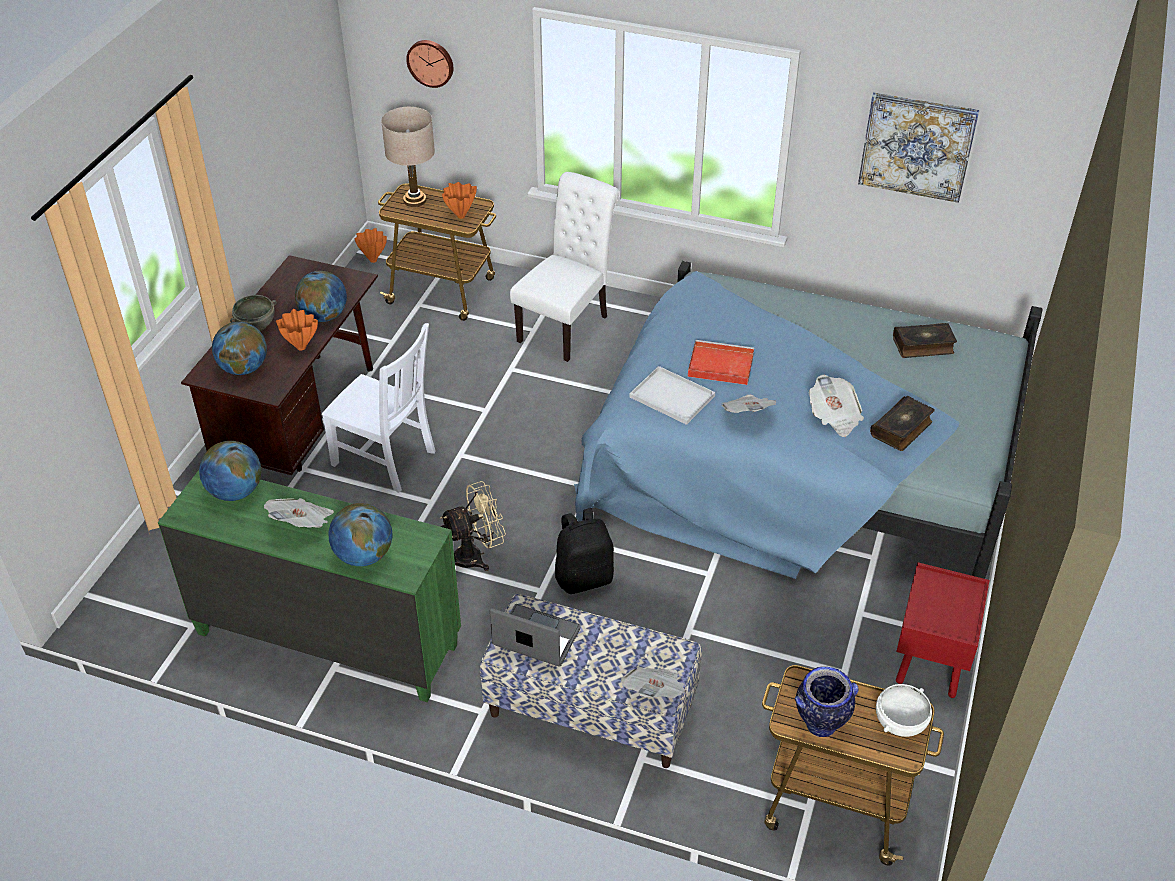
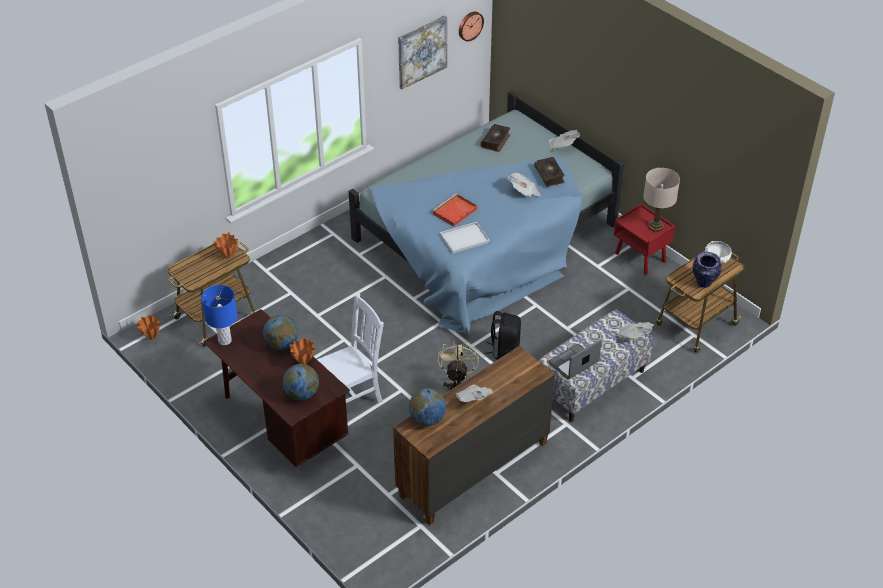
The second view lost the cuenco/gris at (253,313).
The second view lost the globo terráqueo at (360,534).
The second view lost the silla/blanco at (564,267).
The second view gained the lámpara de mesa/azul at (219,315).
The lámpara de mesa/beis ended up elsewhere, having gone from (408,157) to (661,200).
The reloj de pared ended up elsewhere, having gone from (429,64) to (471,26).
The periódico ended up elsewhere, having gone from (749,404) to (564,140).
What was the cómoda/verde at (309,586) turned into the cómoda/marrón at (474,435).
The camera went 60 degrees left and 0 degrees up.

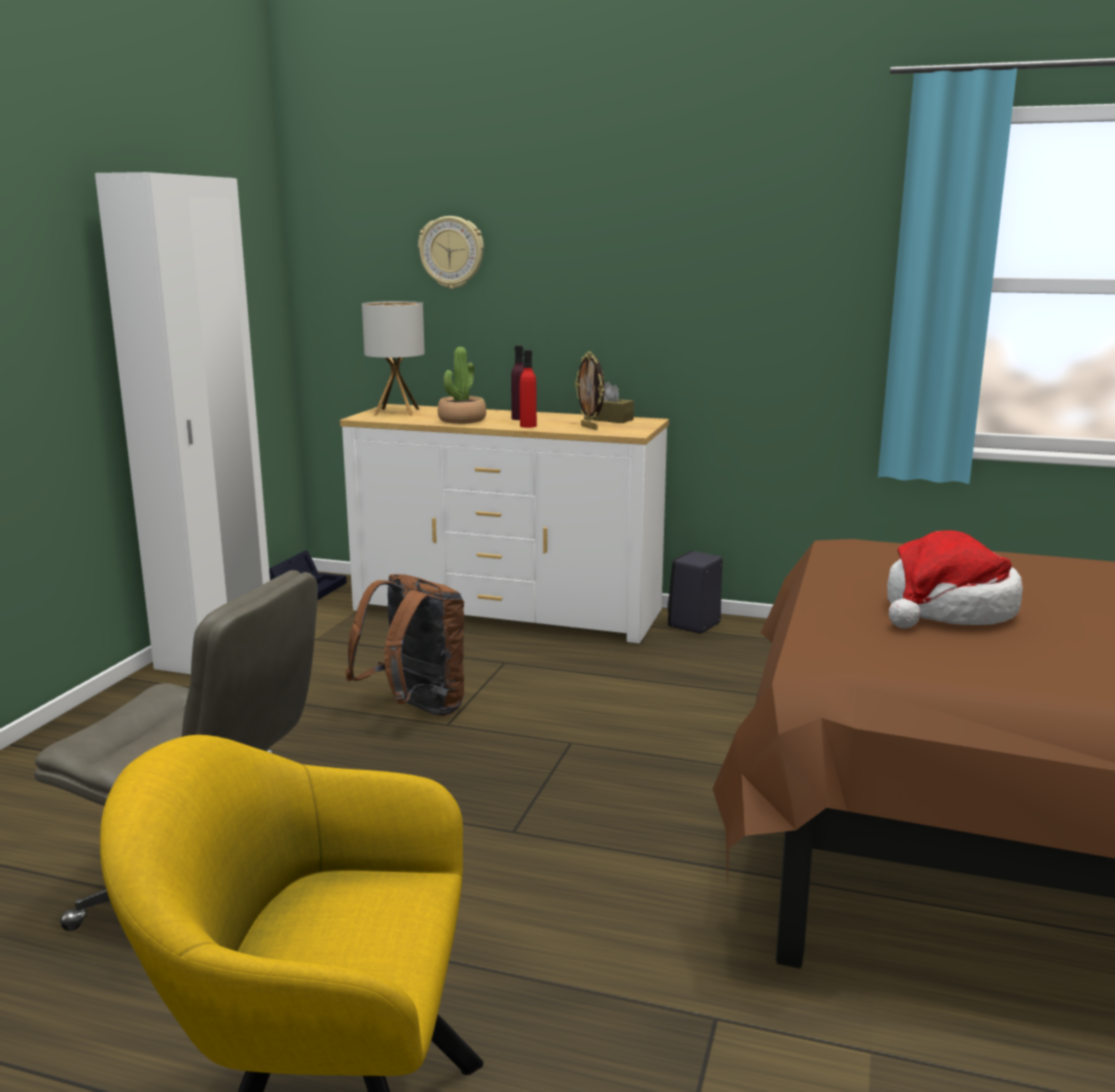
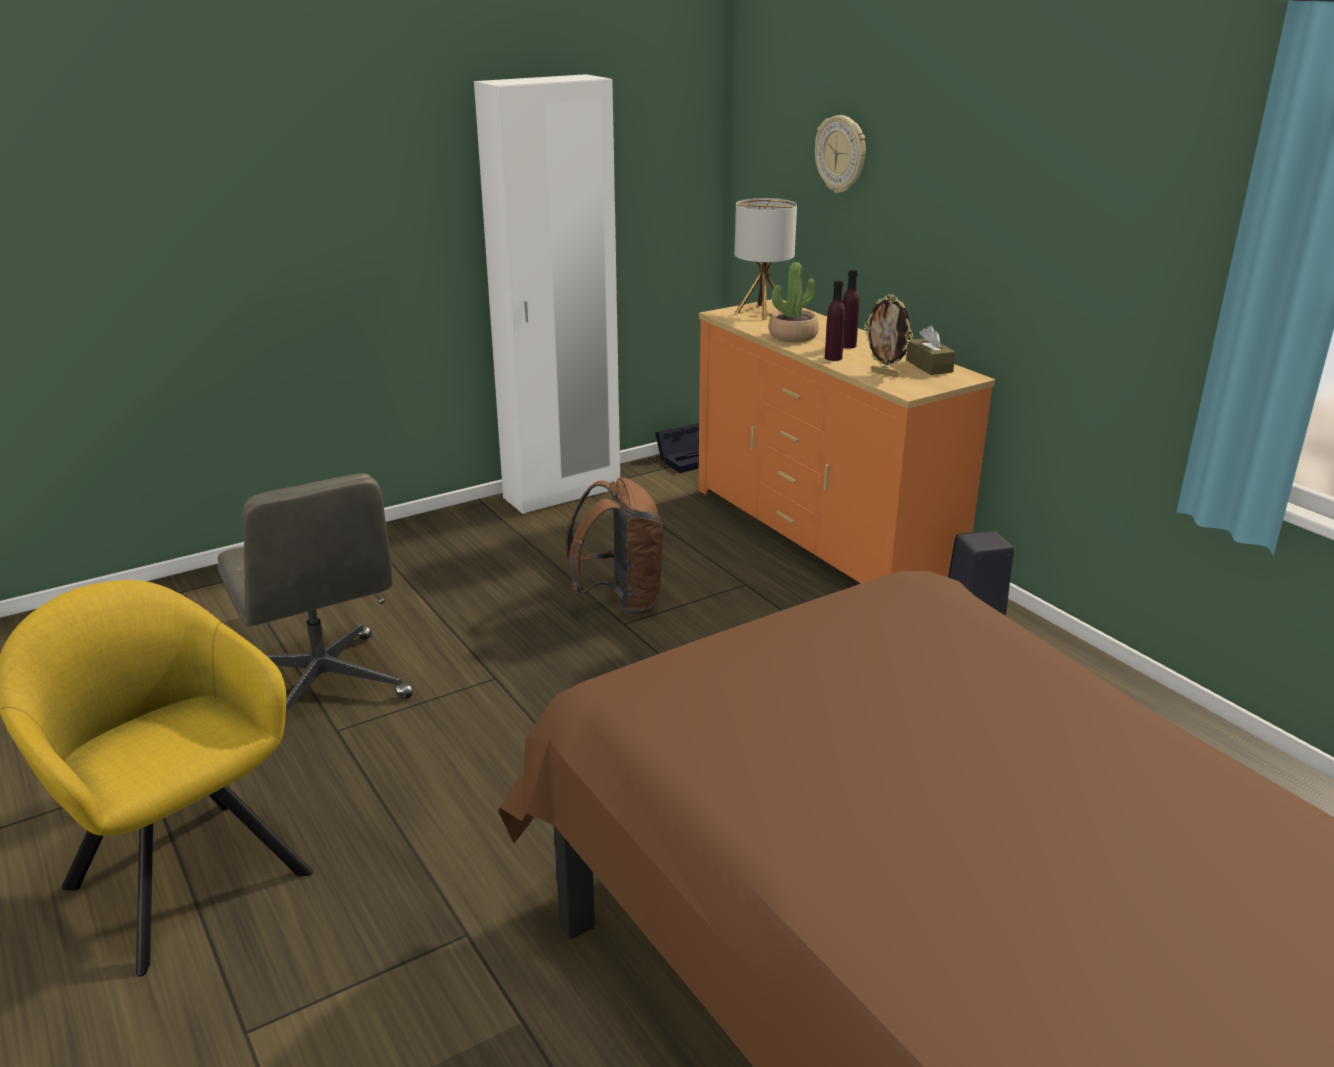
The second view lost the sombrero at (955,579).
What was the cómoda/blanco at (504,524) turned into the cómoda/naranja at (846,441).
What was the botella/rojo at (528,389) turned into the botella/morado at (835,320).
The portarretratos at (590,391) ended up facing another way, 60 degrees counterclockwise from before.
The camera went 40 degrees right and 10 degrees up.

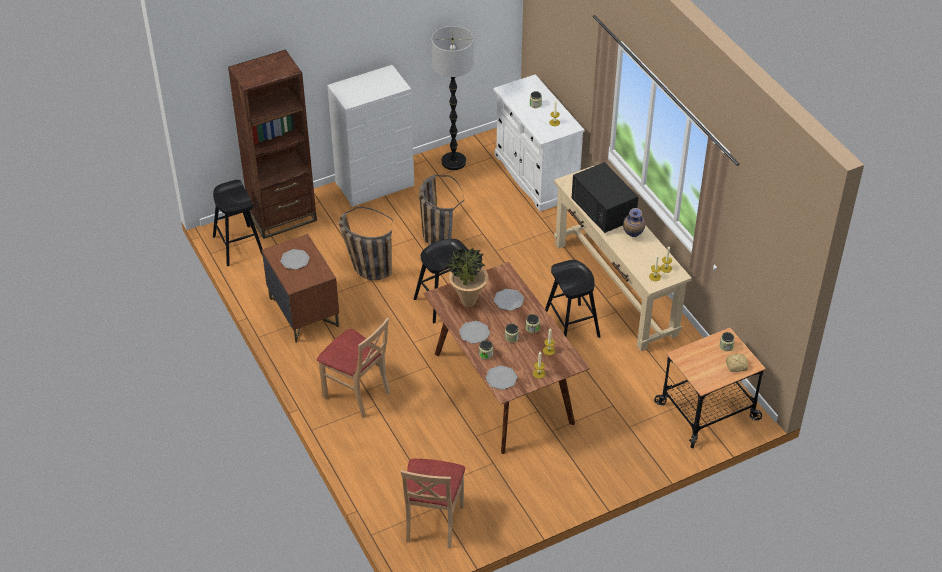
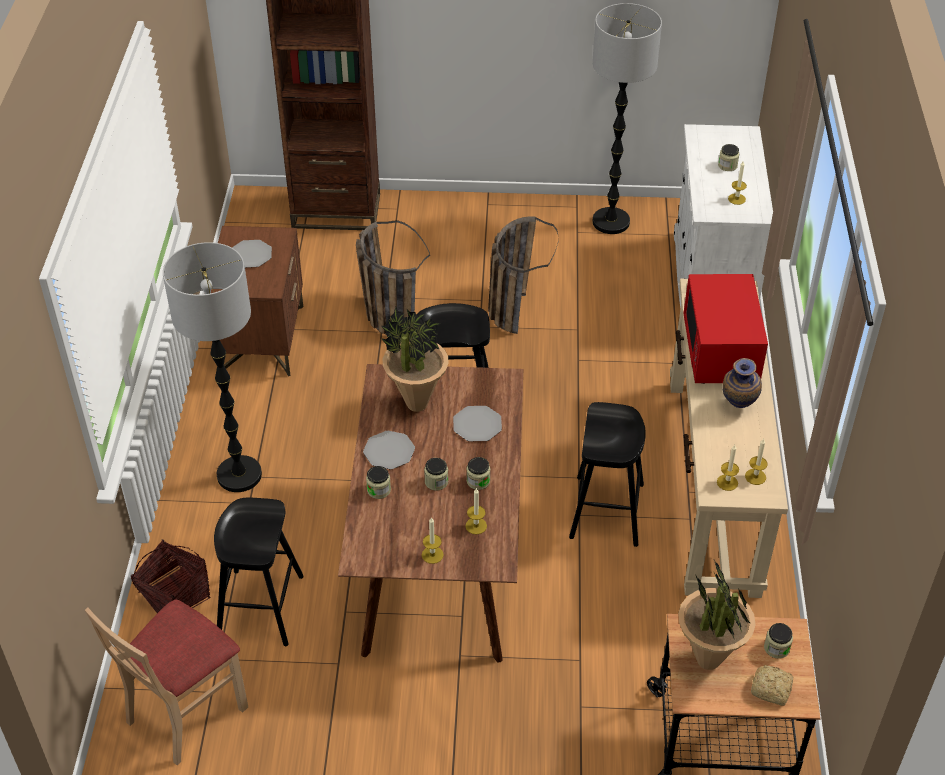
The second view lost the cómoda/blanco at (370,136).
The second view lost the plato at (501,377).
The second view gained the cesta at (170,576).
The second view gained the planta en maceta at (717,615).
The taburete/negro ended up elsewhere, having gone from (238,223) to (259,572).
Where the silla/beis stood at (353,367), the lámpara de pie came to stand at (212,367).
What was the microondas/negro at (605,197) turned into the microondas/rojo at (725,329).
The camera went 30 degrees right and 0 degrees up.

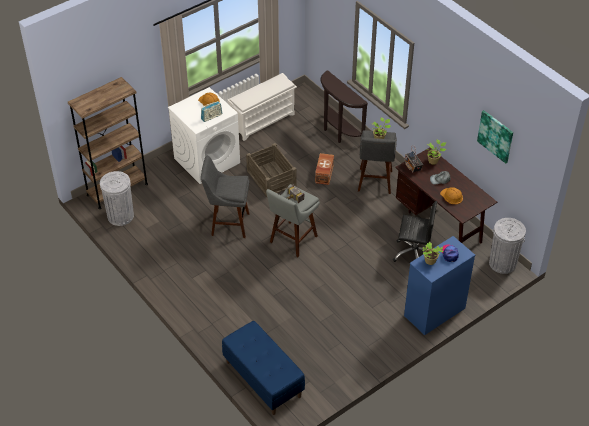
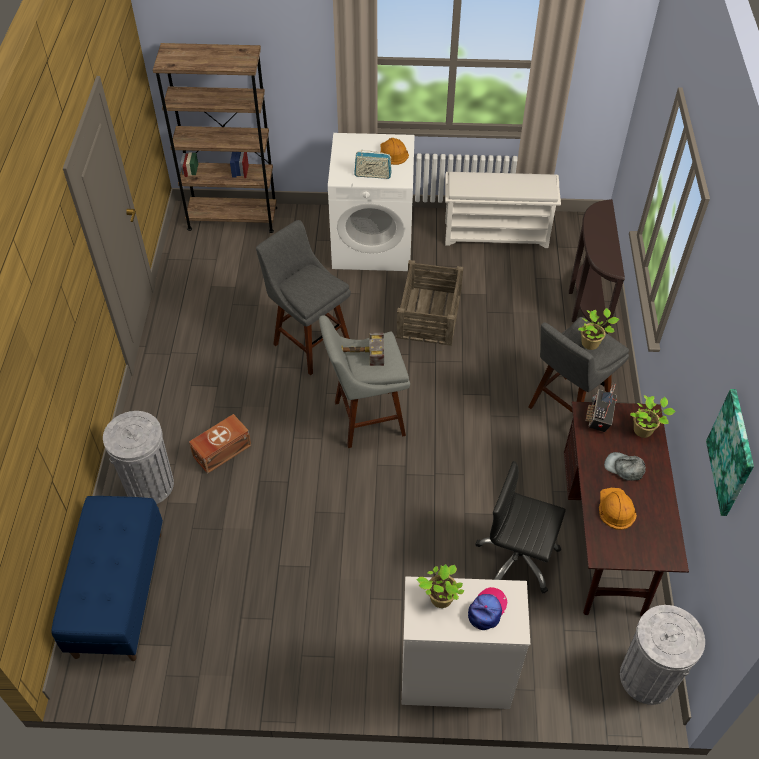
The papelera/gris ended up elsewhere, having gone from (117,198) to (138,457).
The caja de almacenaje/marrón ended up elsewhere, having gone from (324,169) to (220,444).
What was the cómoda/azul at (439,285) turned into the cómoda/blanco at (466,642).
The silla de oficina/negro at (415,231) ended up facing another way, 150 degrees clockwise from before.
The camera went 40 degrees right and 5 degrees up.

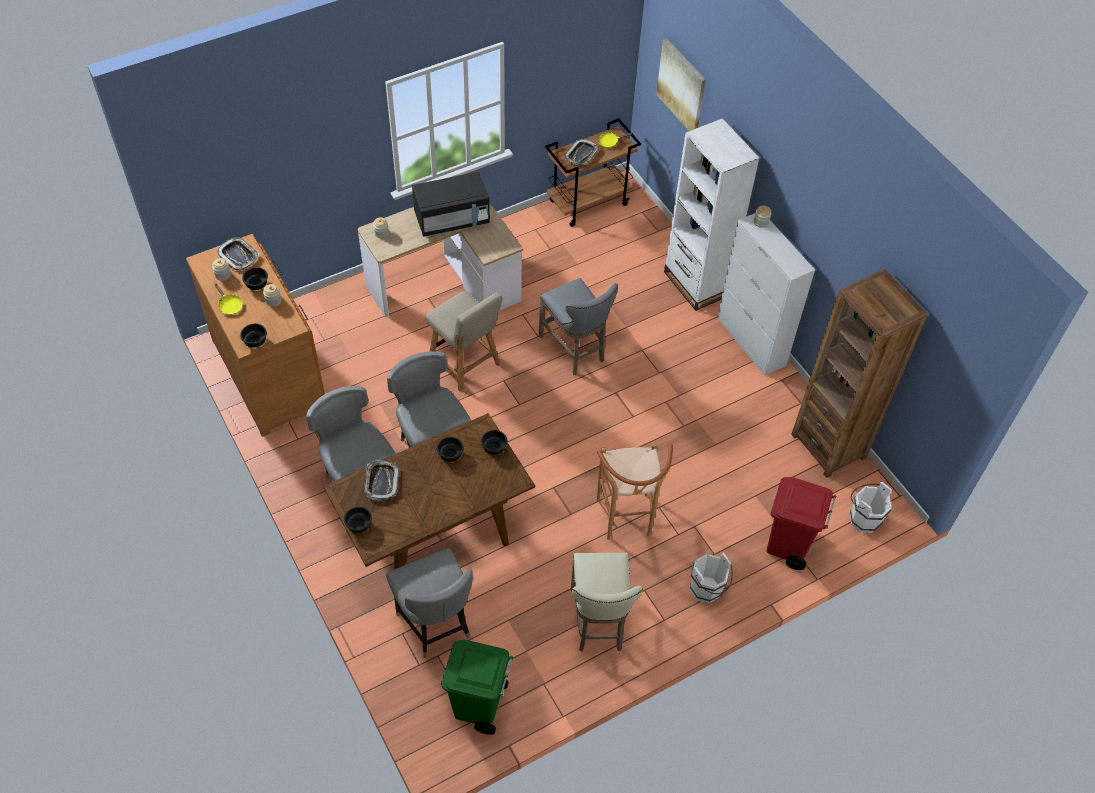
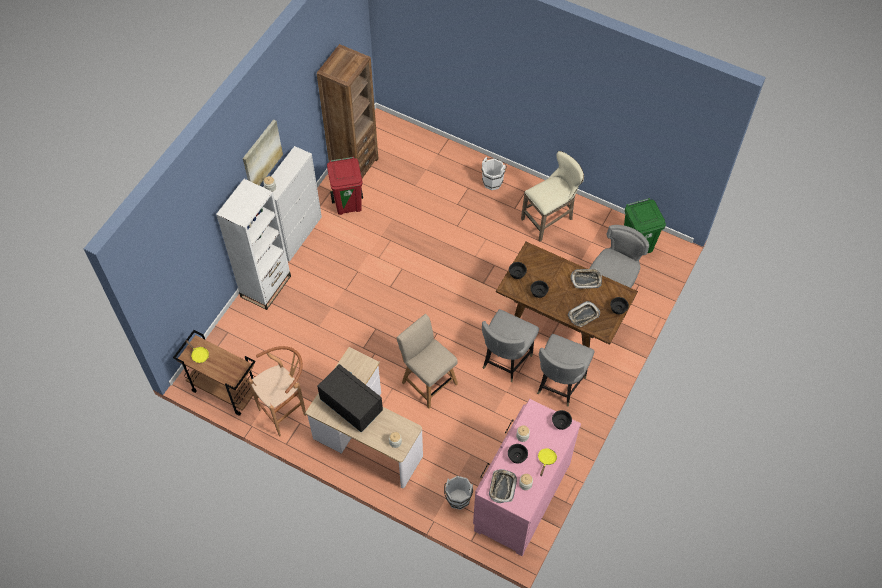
The second view lost the taburete/gris at (578,326).
The bandeja ended up elsewhere, having gone from (582,152) to (586,279).
The taburete/marrón ended up elsewhere, having gone from (635,491) to (277,391).
The cuadro ended up elsewhere, having gone from (681,84) to (263,152).
The papelera/rojo ended up elsewhere, having gone from (801,523) to (345,186).
The cubo/blanco ended up elsewhere, having gone from (871,507) to (458,493).
What was the cómoda/marrón at (255,335) turned into the cómoda/rosa at (527,477).
The silla/beis at (464,341) ended up facing another way, 60 degrees counterclockwise from before.
The camera went 120 degrees left and 5 degrees up.

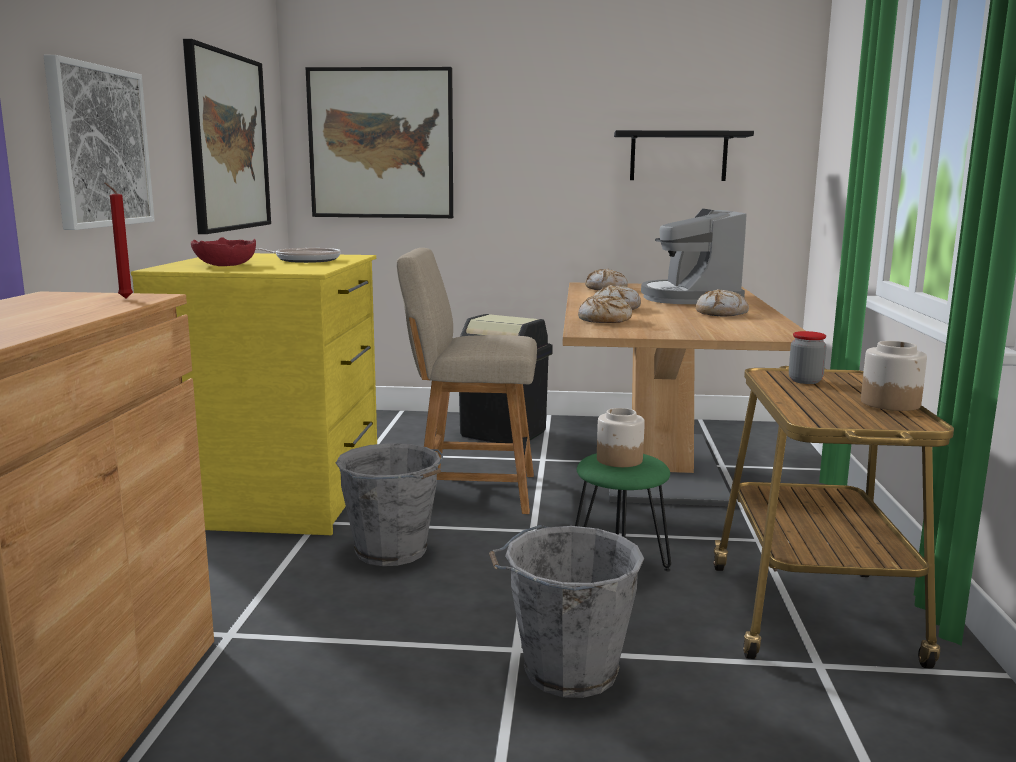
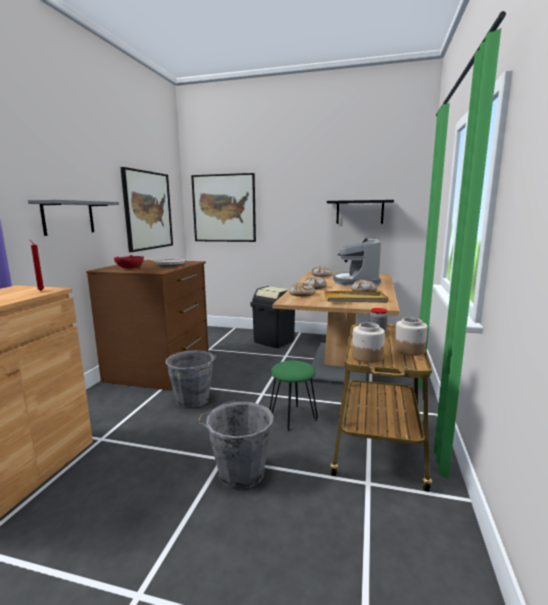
The second view lost the silla/beis at (467,381).
The second view gained the bandeja/beis at (356,297).
The tarro ended up elsewhere, having gone from (621,437) to (368,343).
Where the cuadro hung at (99,142), the estante/gris came to hang at (73,218).
What was the cómoda/amarillo at (254,394) turned into the cómoda/marrón at (147,325).
The camera went 10 degrees right and 0 degrees up.

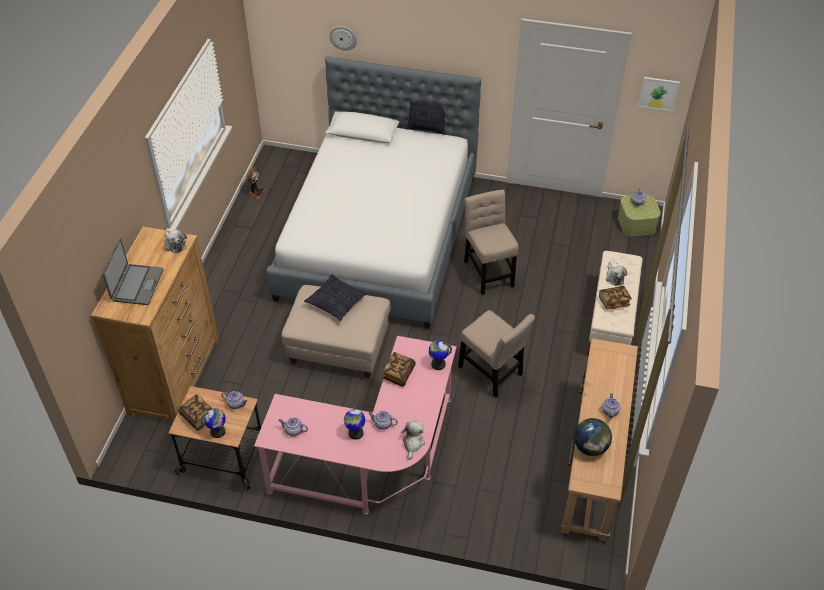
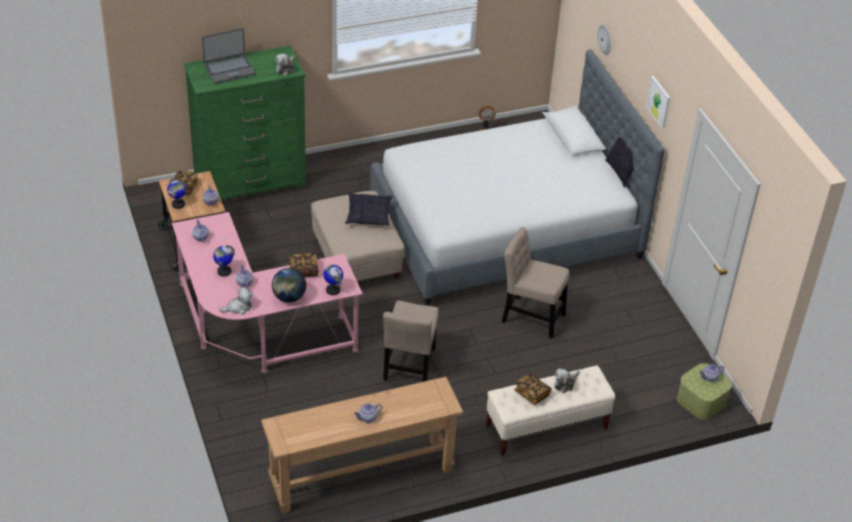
The globo terráqueo ended up elsewhere, having gone from (593,437) to (289,285).
The cuadro ended up elsewhere, having gone from (659,94) to (658,102).
What was the cómoda/marrón at (155,325) turned into the cómoda/verde at (245,123).
The silla/beis at (491,242) ended up facing another way, 105 degrees counterclockwise from before.
The camera went 55 degrees right and 5 degrees down.

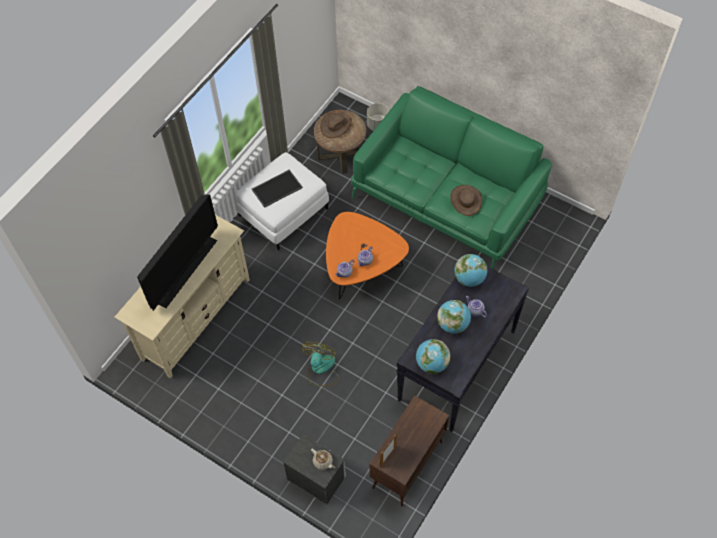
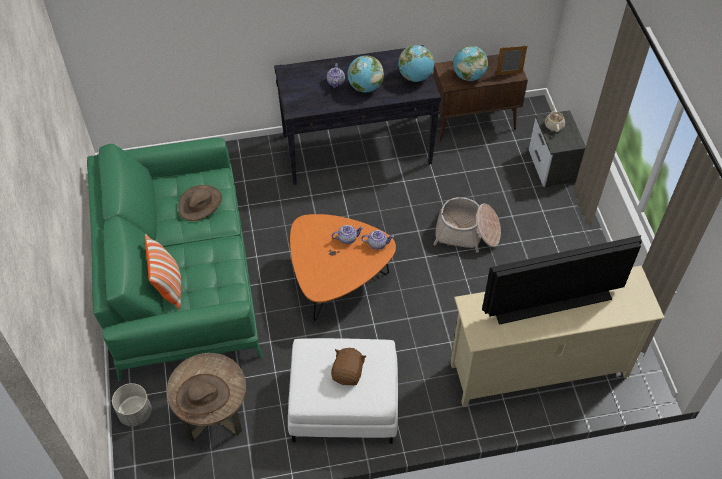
The second view gained the cojín at (163,271).
The globo terráqueo ended up elsewhere, having gone from (471,270) to (470,63).
Where the bandeja stood at (277,188), the peluche/marrón came to stand at (348,366).
Where the ventilador stood at (320,364), the cesta came to stand at (467,225).
The camera went 135 degrees left and 5 degrees down.

